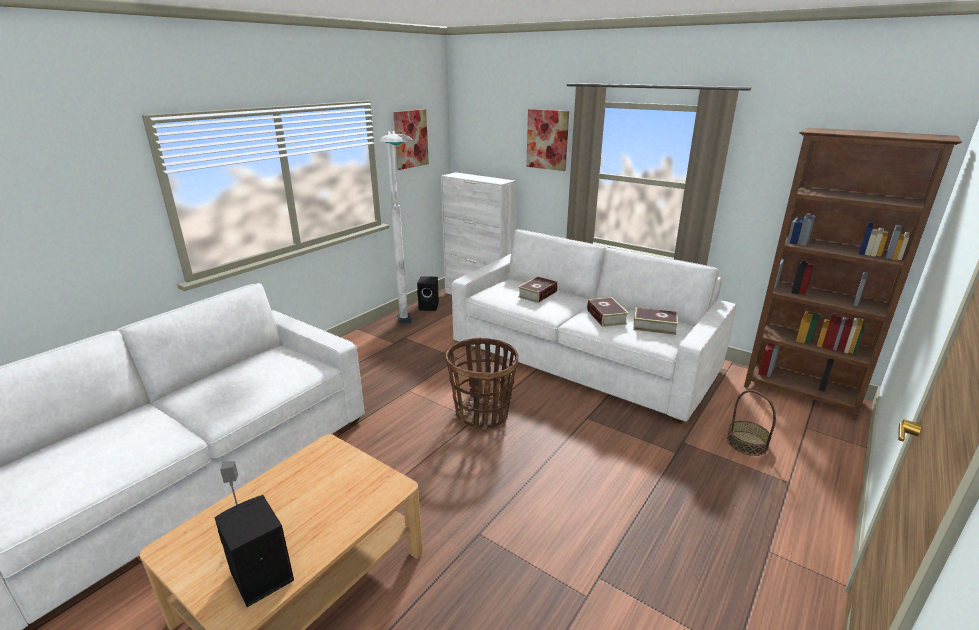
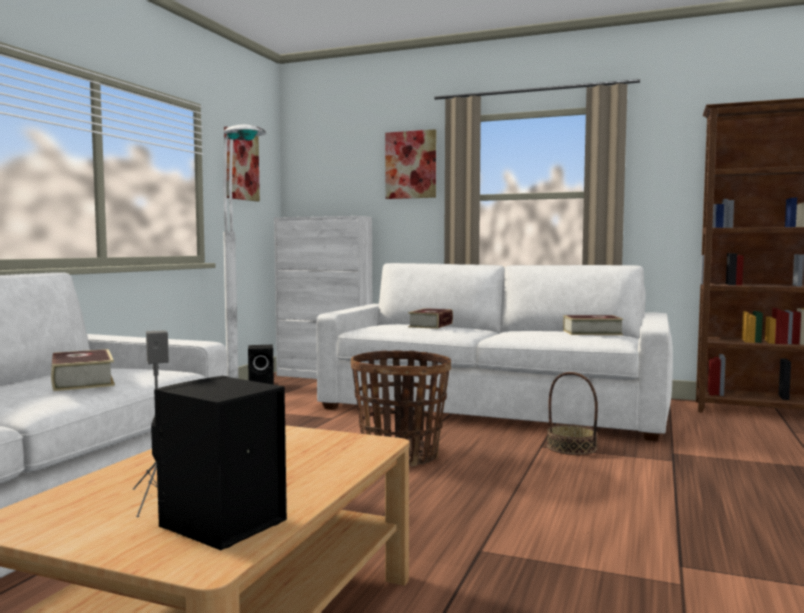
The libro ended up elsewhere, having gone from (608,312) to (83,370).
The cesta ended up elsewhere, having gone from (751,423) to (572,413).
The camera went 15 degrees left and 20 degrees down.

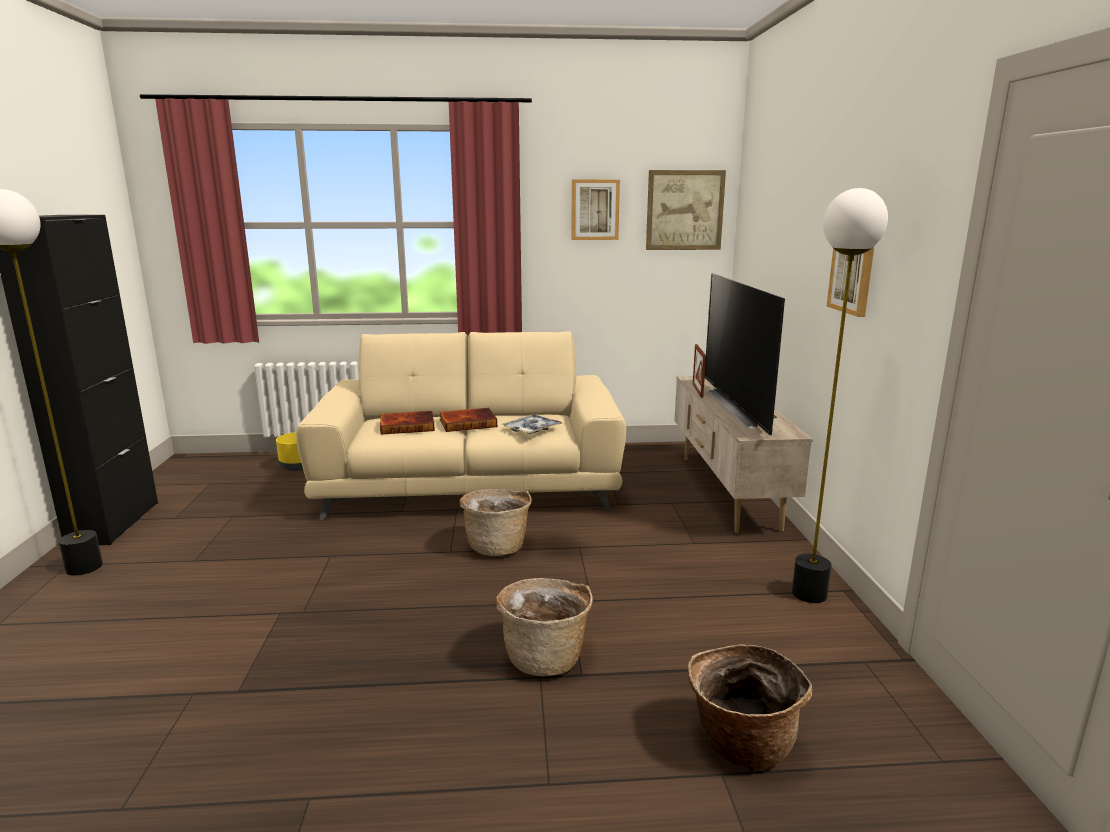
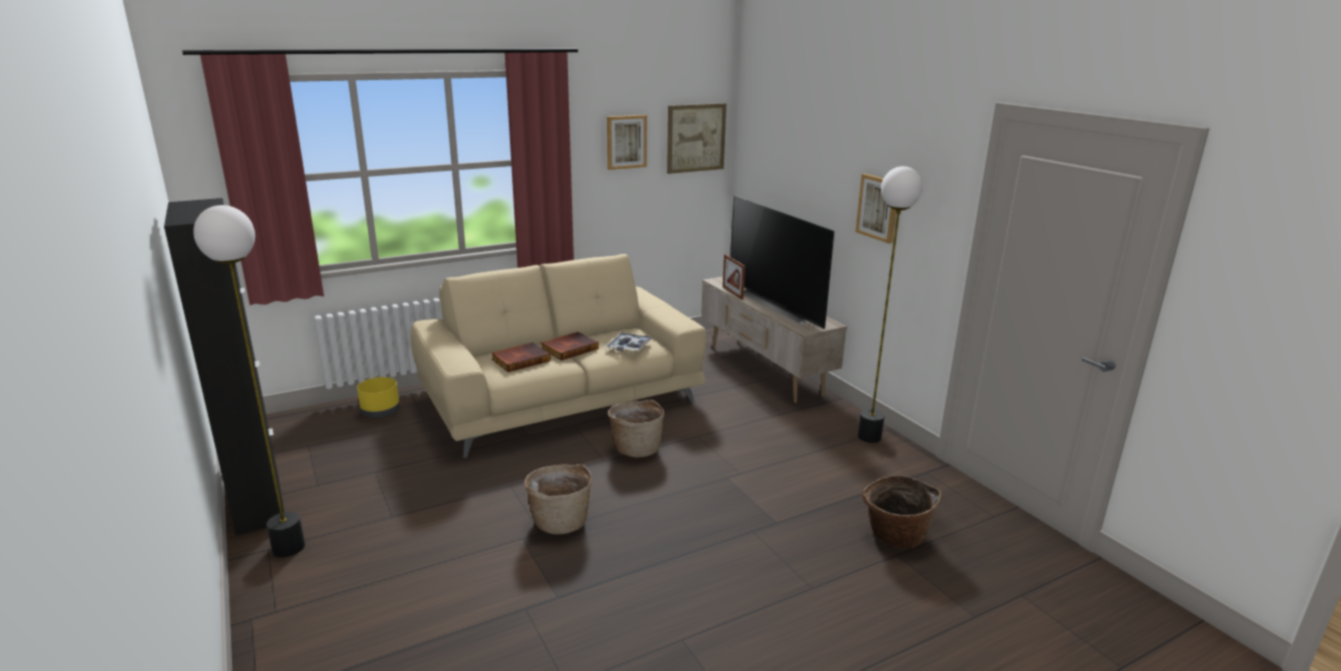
The cesta ended up elsewhere, having gone from (544,627) to (558,499).
The camera went 25 degrees left and 5 degrees up.

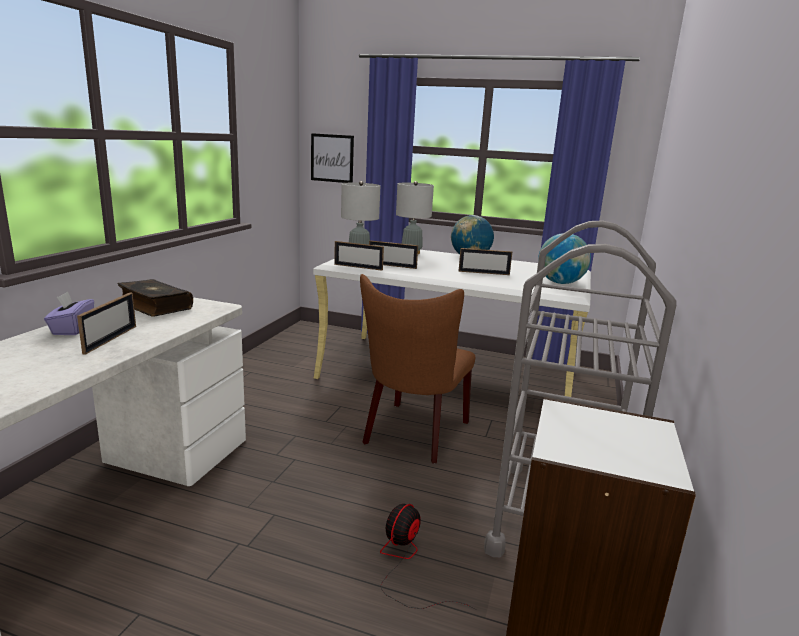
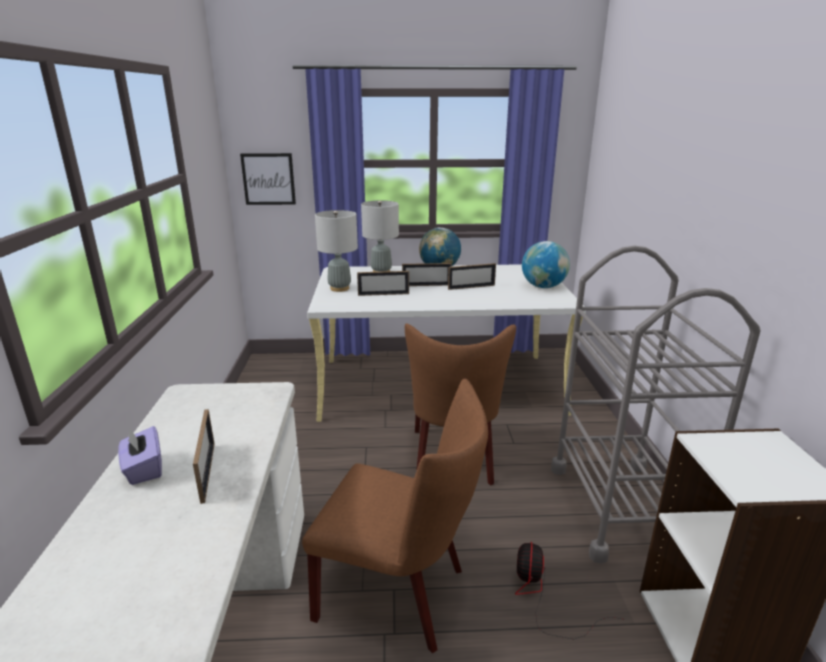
The second view lost the libro at (155,298).
The second view gained the silla/marrón at (395,516).
The portarretratos ended up elsewhere, having gone from (359,256) to (427,274).
The camera went 20 degrees left and 5 degrees up.

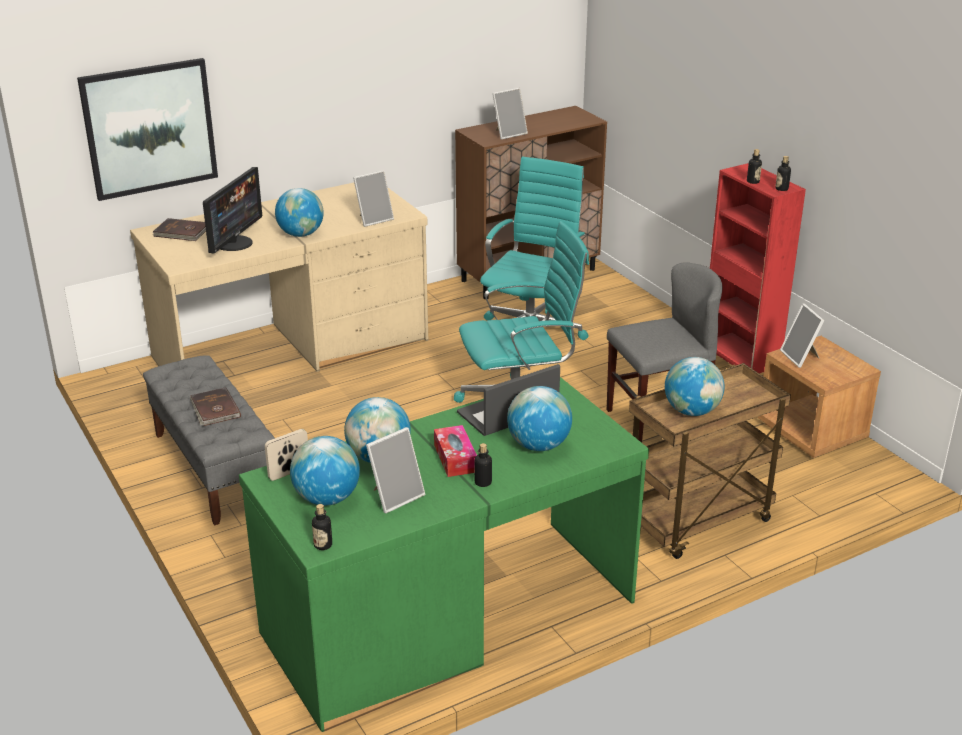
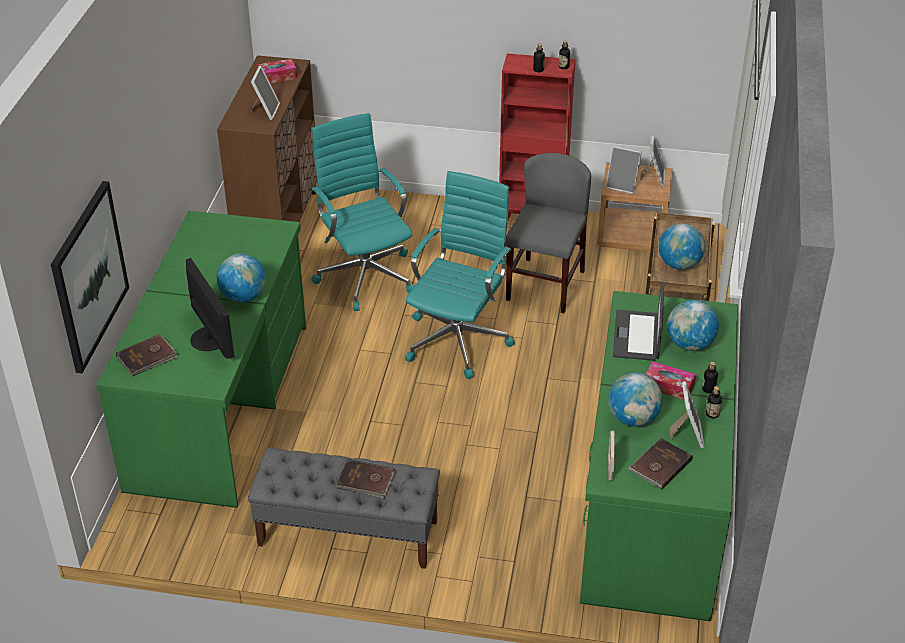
The second view gained the caja de pañuelos at (276,71).
The botella ended up elsewhere, having gone from (322,527) to (714,402).
The portarretratos ended up elsewhere, having gone from (373,198) to (652,161).
Where the globo terráqueo stood at (325,471), the libro/marrón came to stand at (660,463).
What was the escritorio/beis at (279,277) turned into the escritorio/verde at (201,359).
The camera went 50 degrees left and 10 degrees up.

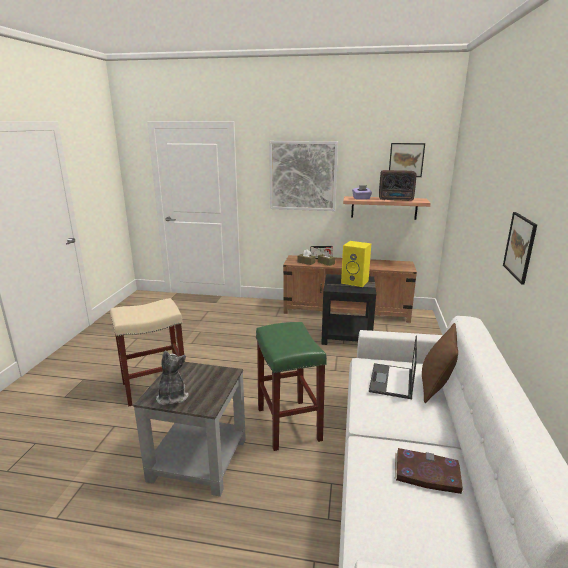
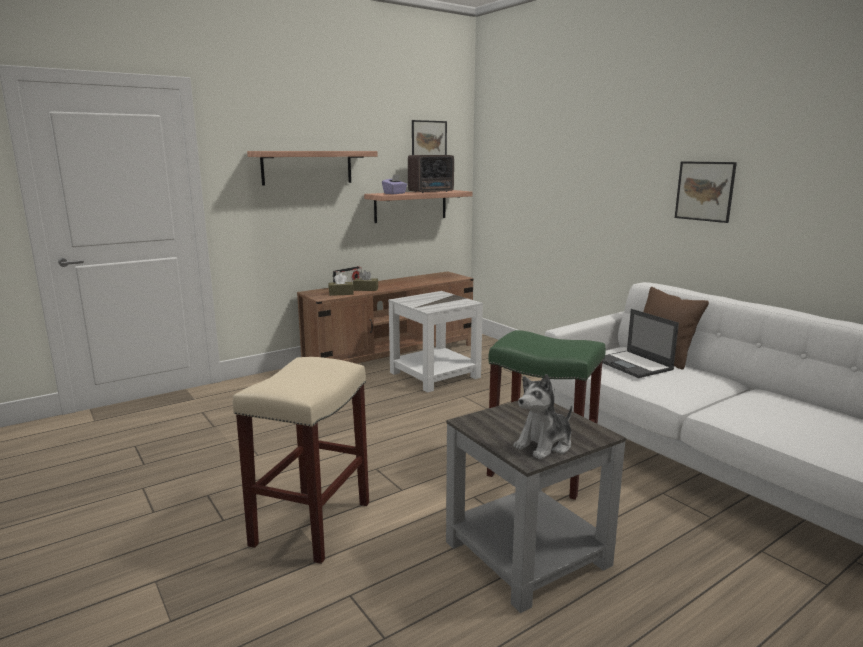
The second view lost the altavoz/amarillo at (356,264).
The second view lost the libro at (429,471).
Where the cuadro hung at (303,176), the estante came to hang at (312,168).
What was the mesa auxiliar/negro at (348,309) turned into the mesa auxiliar/blanco at (435,342).
The peluche at (172,378) ended up facing another way, 75 degrees counterclockwise from before.
The camera went 45 degrees left and 5 degrees down.

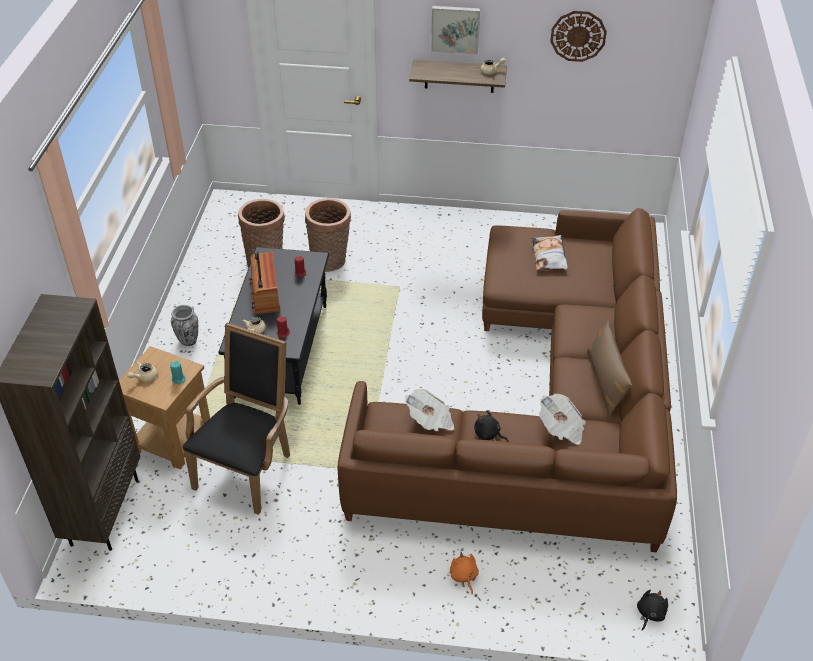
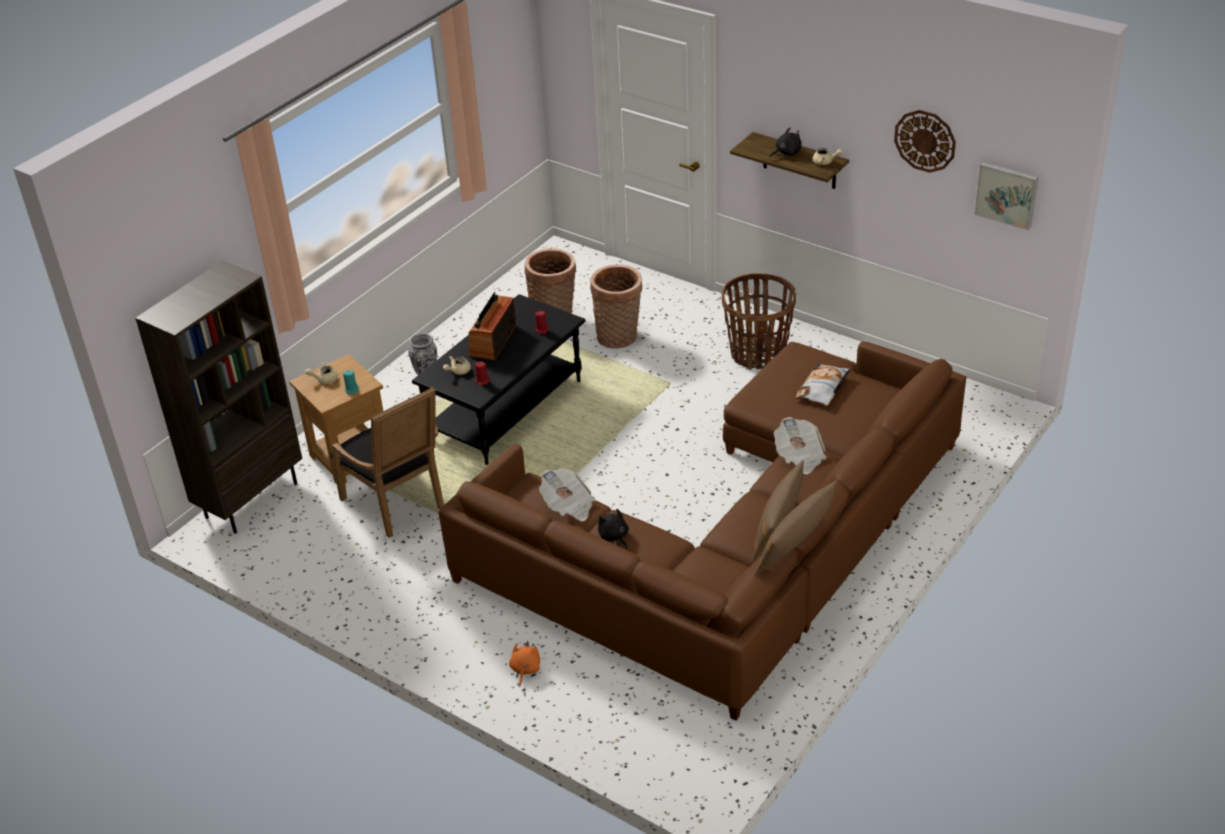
The second view gained the cesta at (759,321).
The second view gained the cojín/marrón at (795,528).
The cuadro ended up elsewhere, having gone from (455,30) to (1006,196).
The periódico ended up elsewhere, having gone from (562,419) to (800,446).
The peluche/negro ended up elsewhere, having gone from (652,610) to (785,143).
The sillón/negro at (236,419) ended up facing another way, 90 degrees clockwise from before.
The camera went 30 degrees right and 5 degrees down.

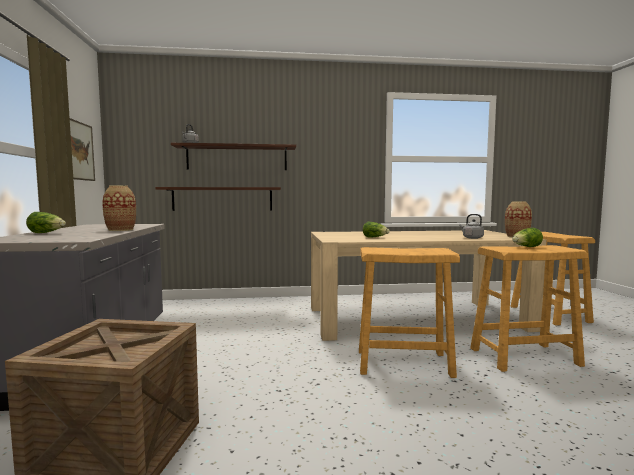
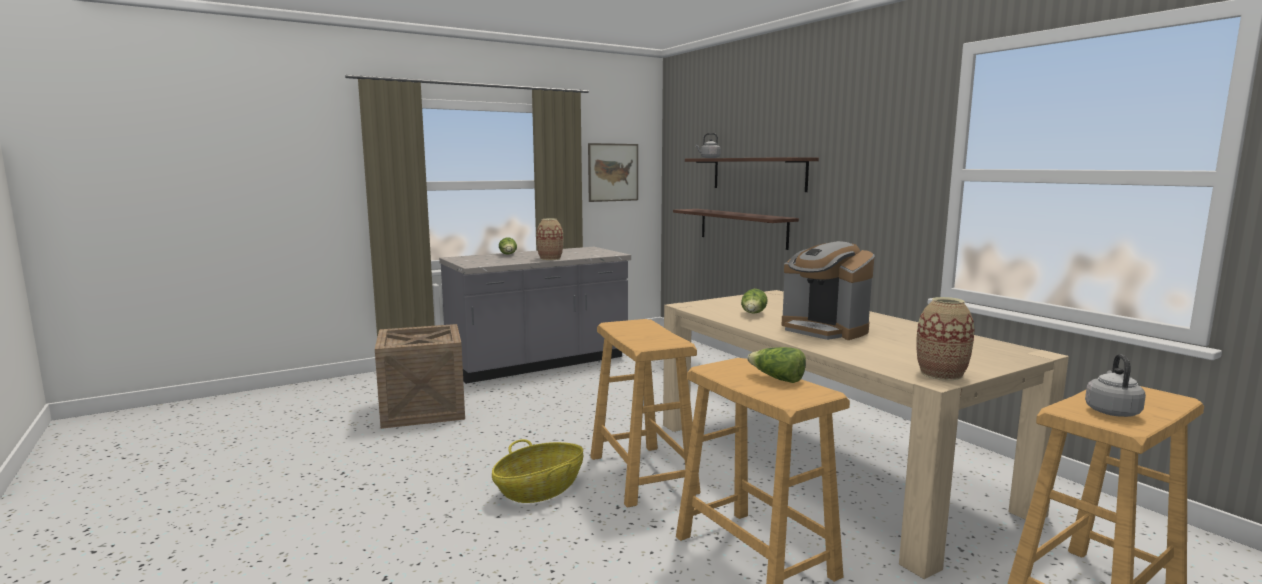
The second view gained the cesta at (537,471).
The second view gained the cafetera at (828,290).
The hervidor/gris ended up elsewhere, having gone from (471,226) to (1115,385).
The camera went 65 degrees right and 5 degrees up.

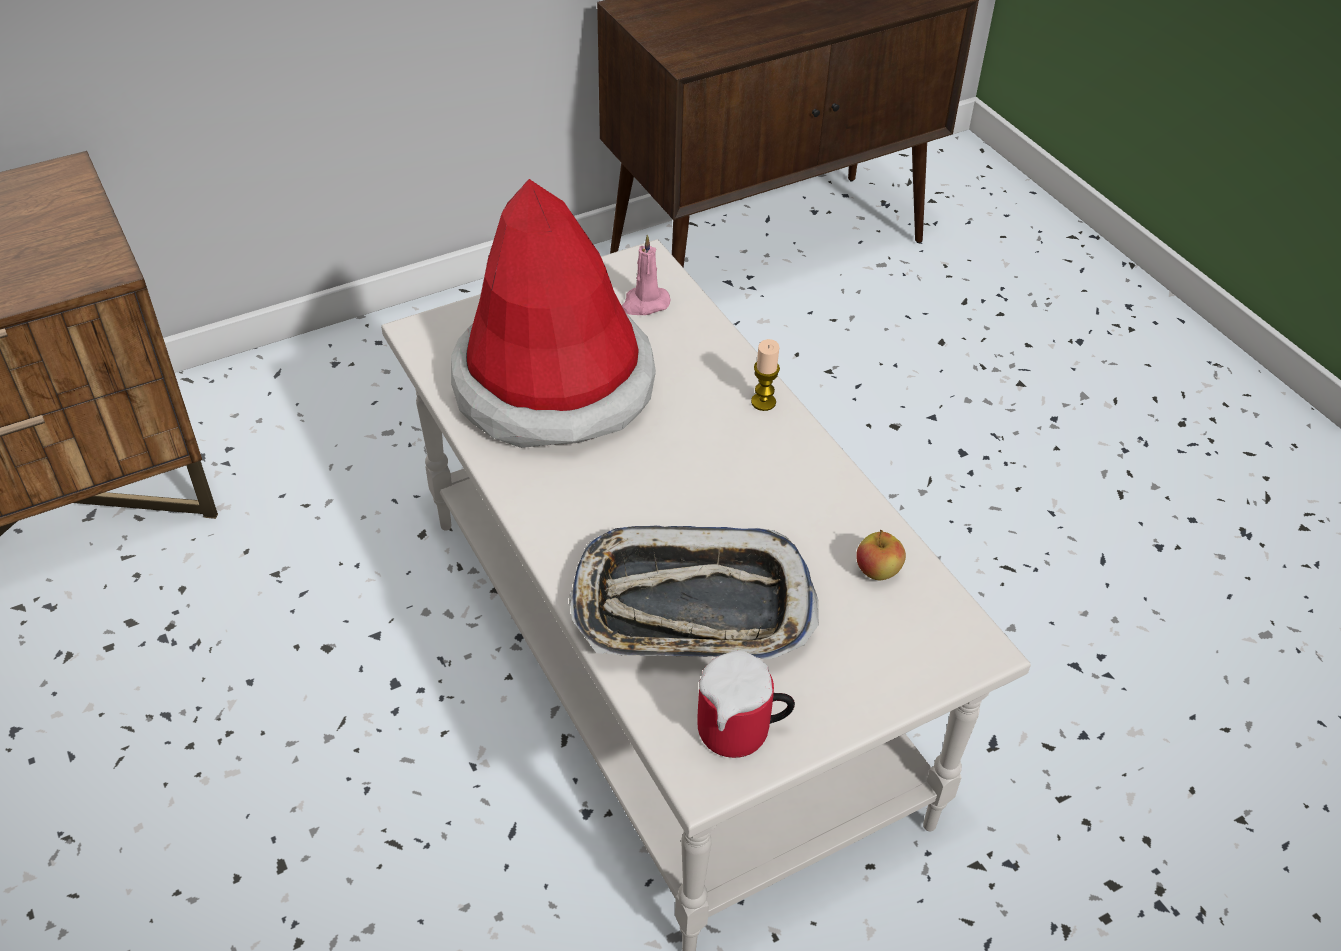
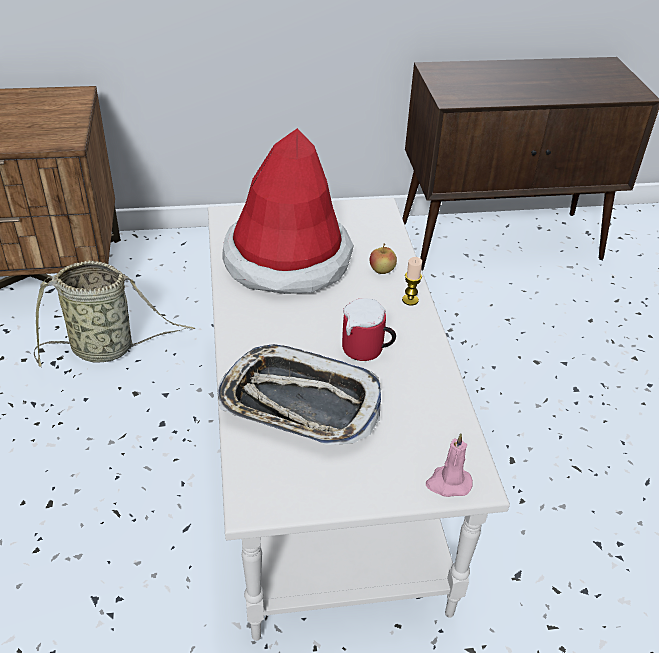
The second view gained the cesta at (114,314).
The vela/rosa ended up elsewhere, having gone from (646,275) to (449,465).
The taza grande ended up elsewhere, having gone from (746,704) to (369,329).
The manzana ended up elsewhere, having gone from (881,555) to (383,258).
The camera went 20 degrees right and 5 degrees down.

